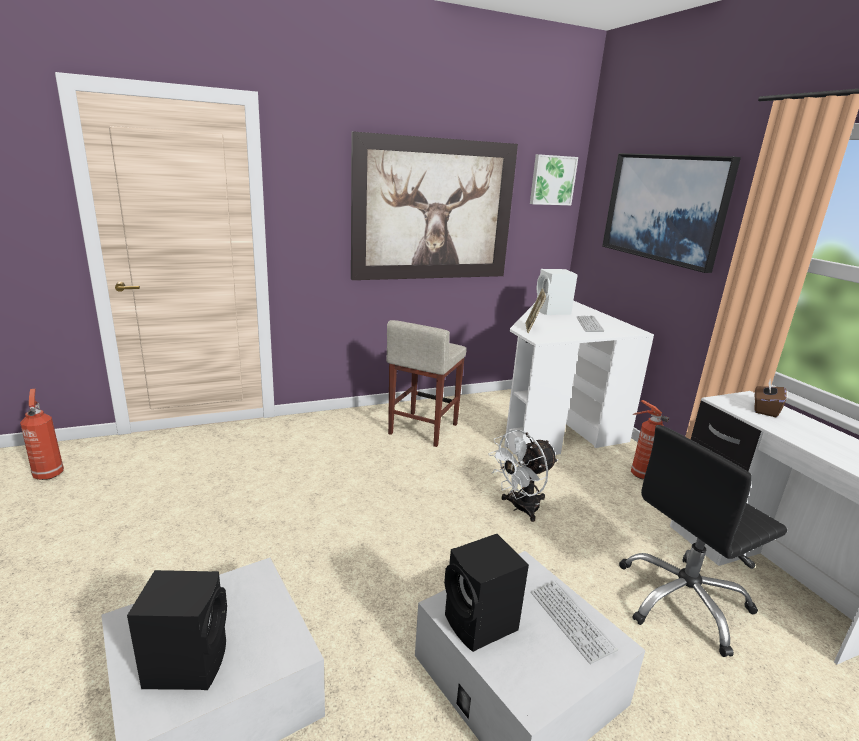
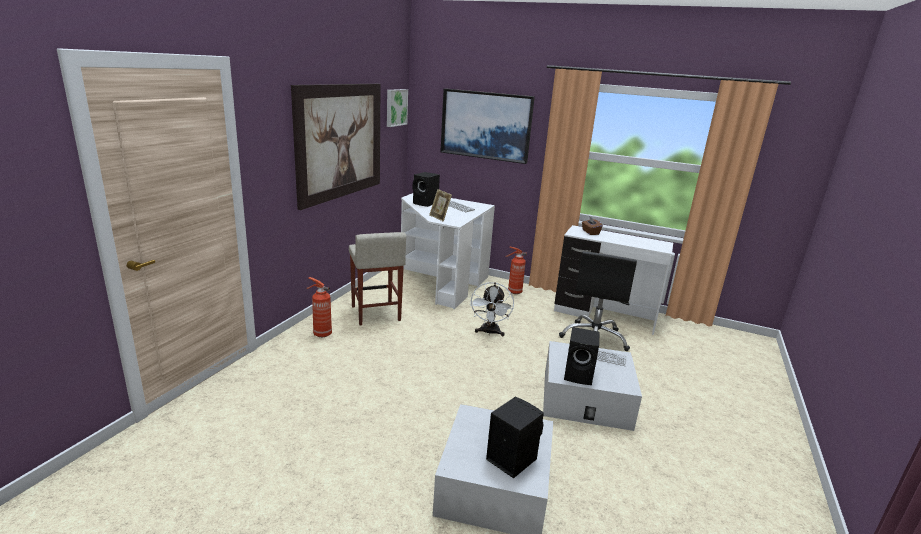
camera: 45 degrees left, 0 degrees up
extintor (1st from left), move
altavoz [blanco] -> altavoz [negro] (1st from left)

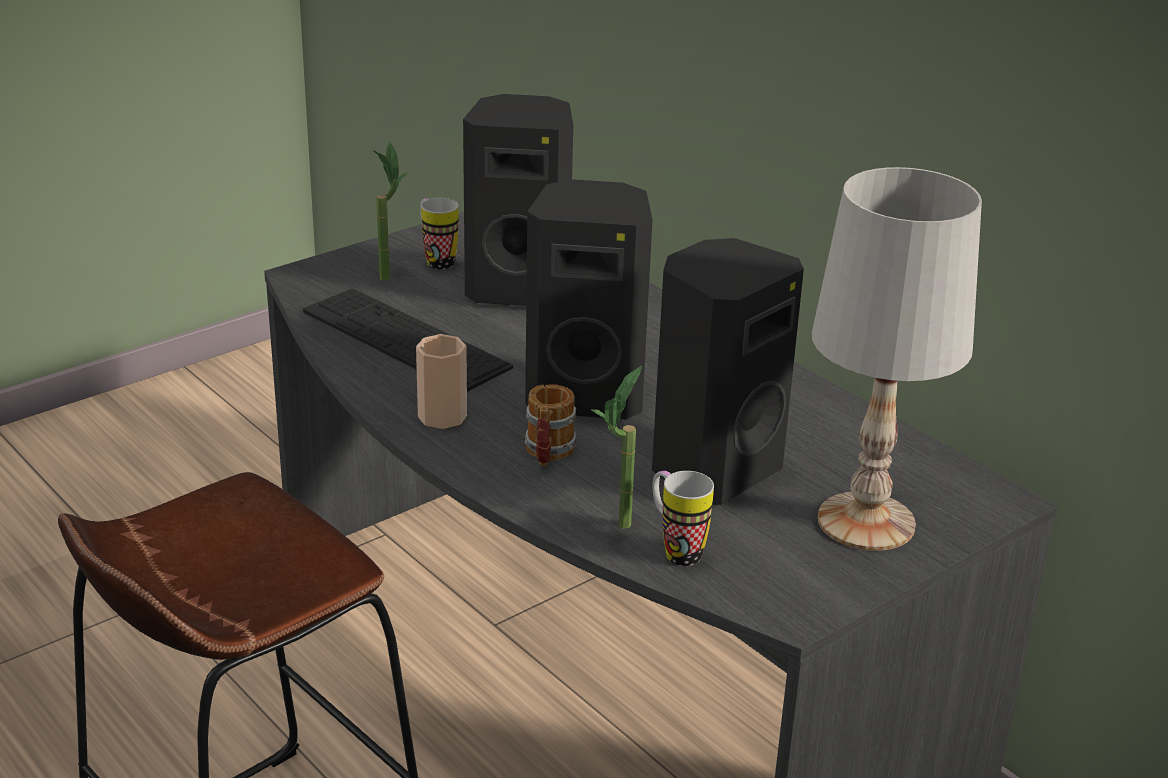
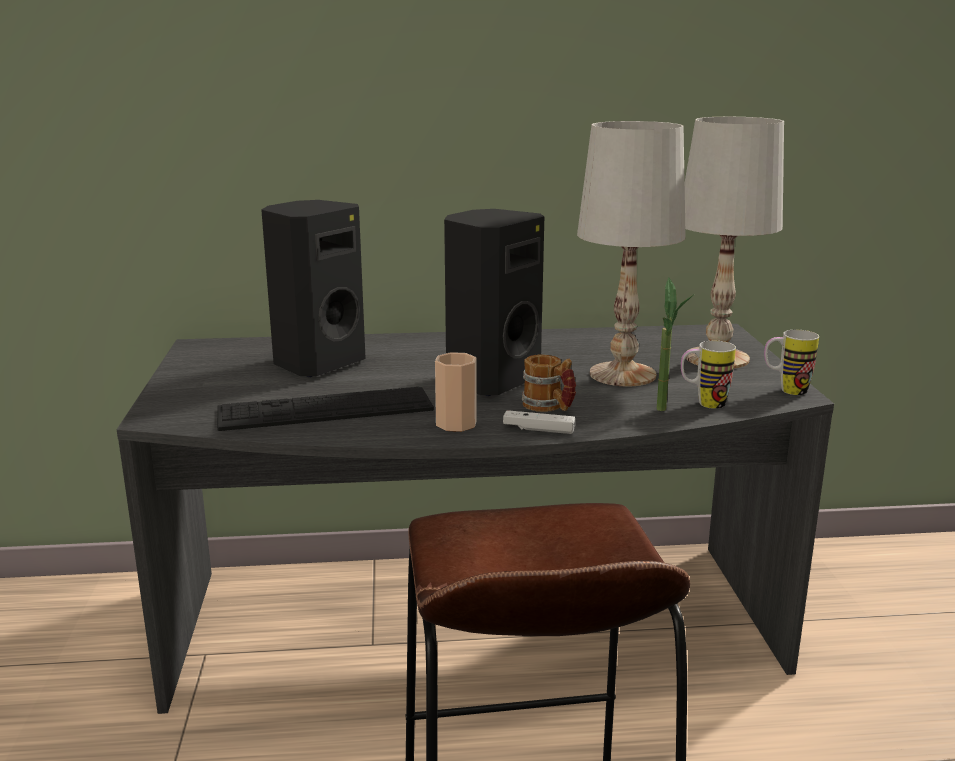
camera: 55 degrees left, 10 degrees down
none -> mando de consola [blanco]
altavoz [negro] (3rd from left) -> lámpara de mesa [blanco] (1st from left)
taza grande (1st from left in the first image) -> taza grande (3rd from left), move
planta en maceta (1st from left) -> none

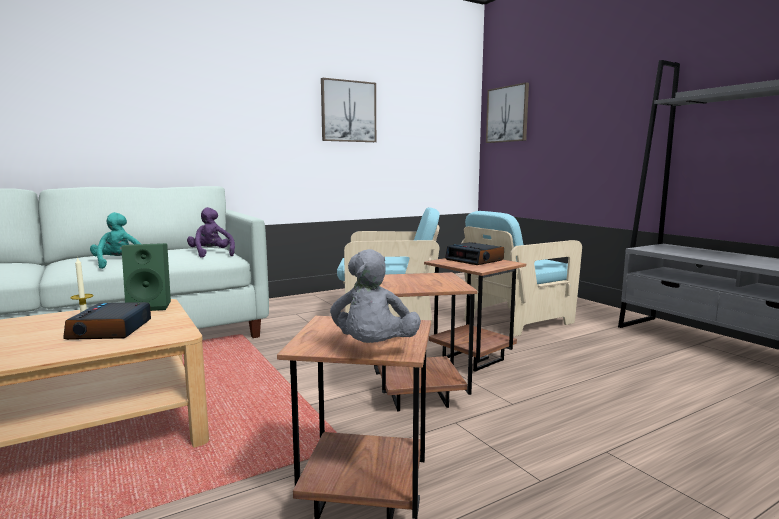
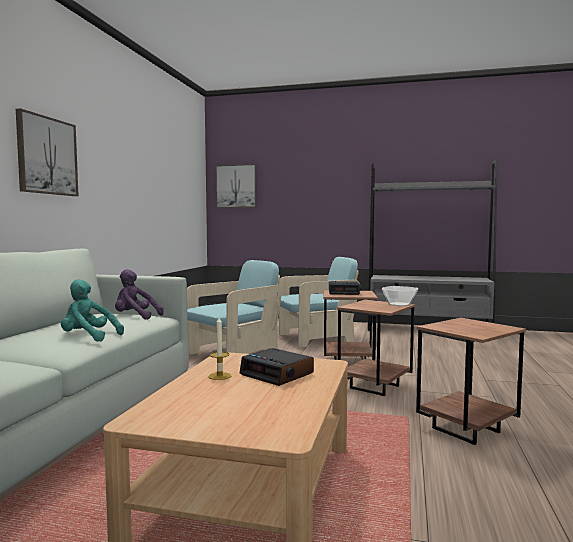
camera: 45 degrees left, 5 degrees down
cuadro (1st from left), move
sillón [turquesa] (2nd from left), 120 degrees counterclockwise
none -> cuenco
altavoz [verde] -> none
peluche [gris] -> none

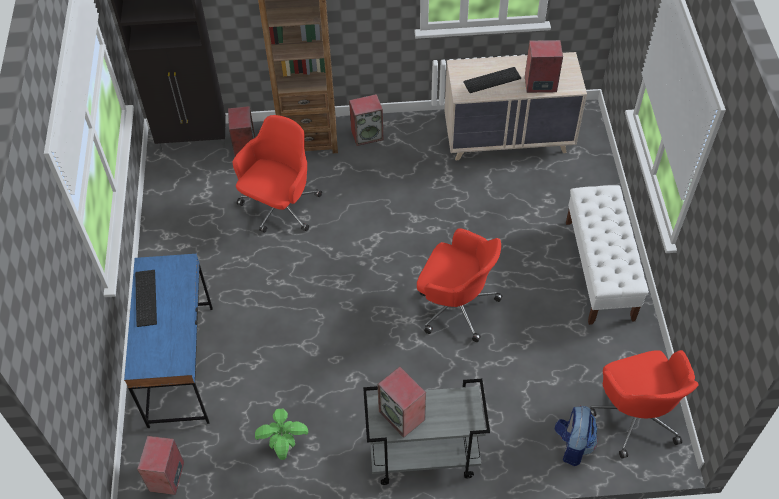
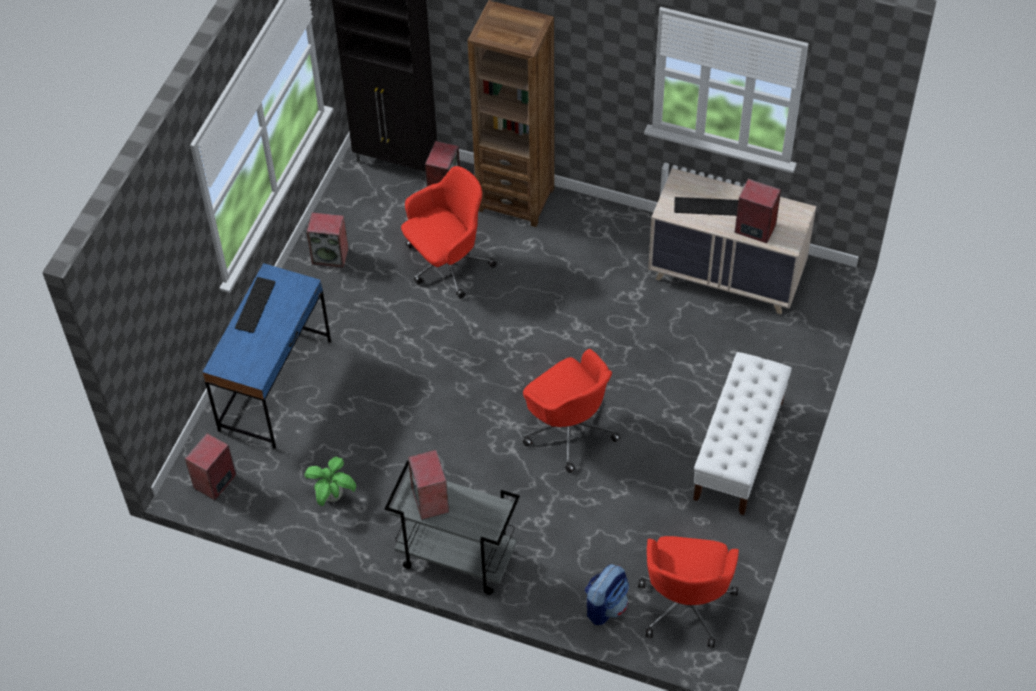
camera: 25 degrees right, 0 degrees up
altavoz (3rd from left in the first image) -> altavoz (2nd from left), move

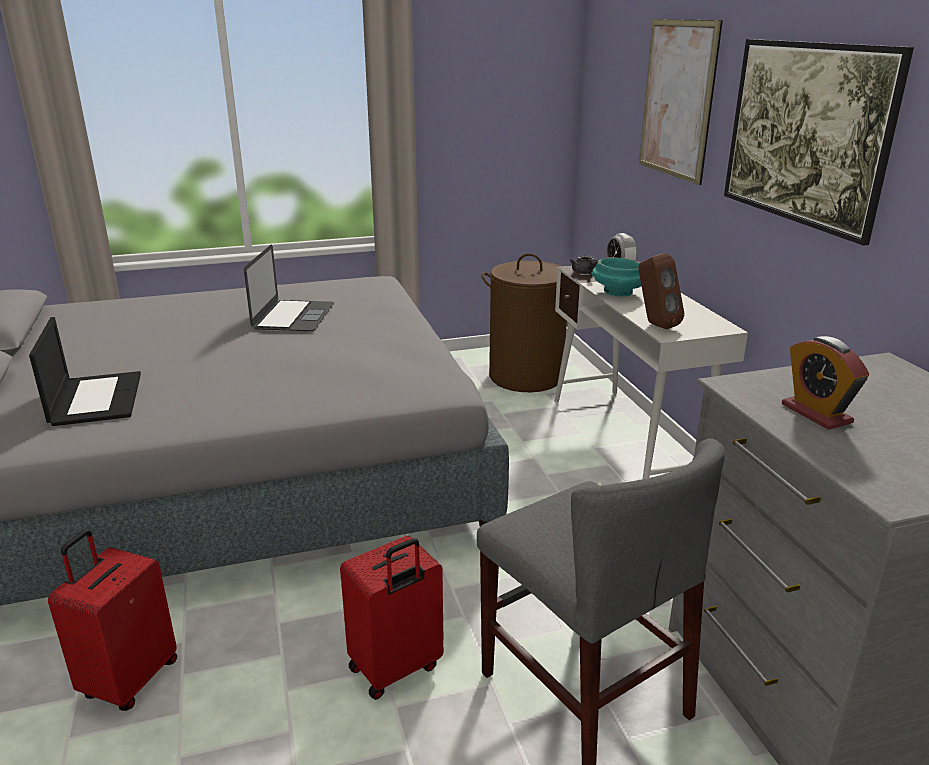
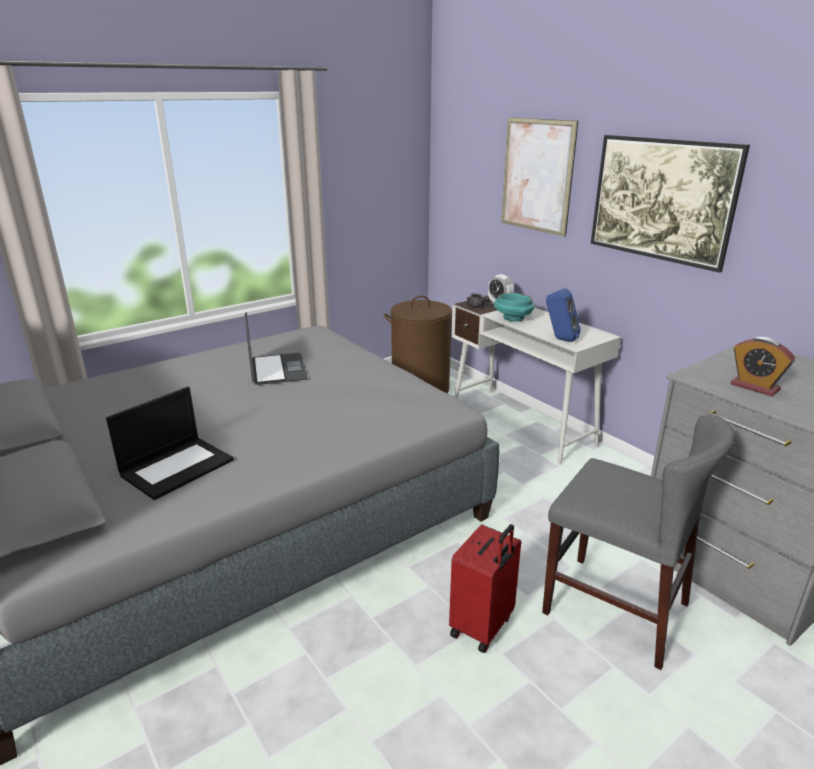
camera: 20 degrees left, 0 degrees up
portátil (1st from left), 75 degrees clockwise
altavoz [marrón] -> altavoz [azul]
maleta [rojo] (1st from left) -> none

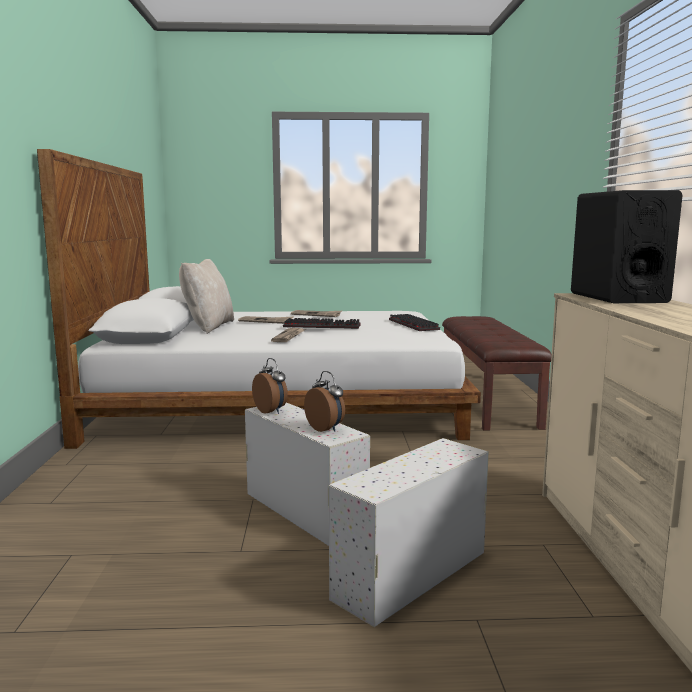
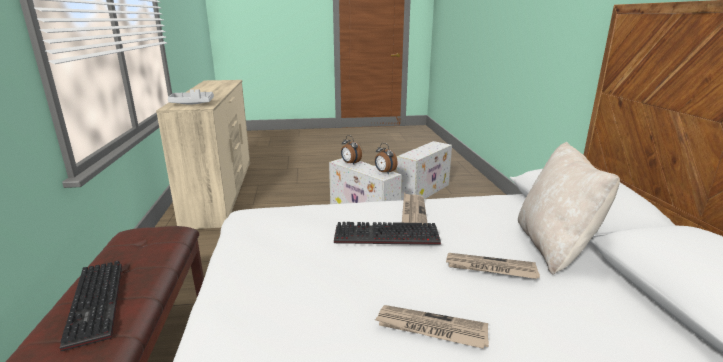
camera: 175 degrees right, 10 degrees up
teclado (2nd from left in the first image) -> teclado (1st from left), move
altavoz [negro] -> bandeja [gris]
caja de almacenaje [blanco] (2nd from left), move

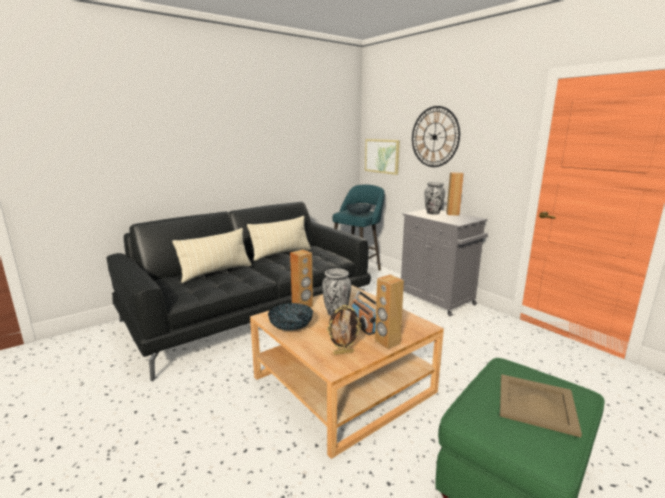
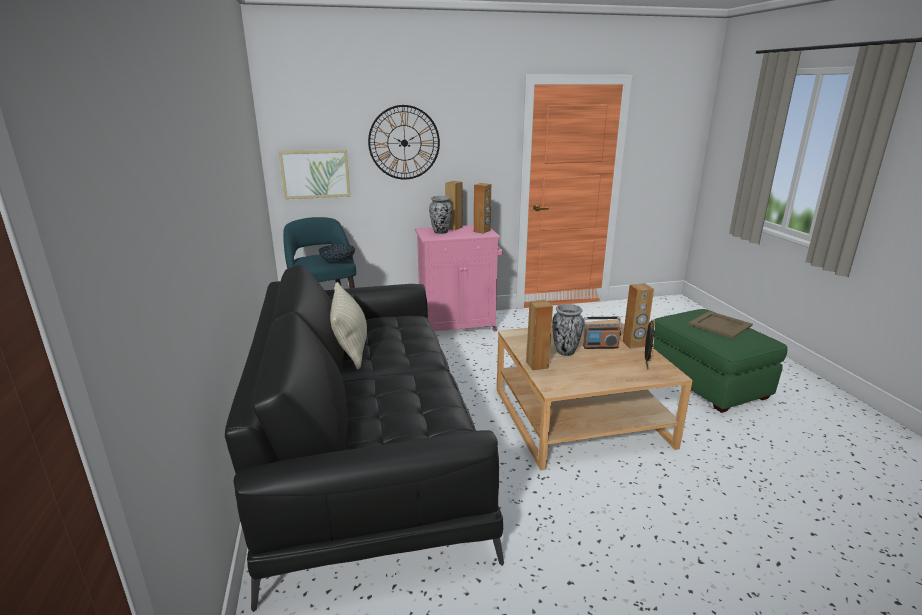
camera: 65 degrees left, 5 degrees up
armario [gris] -> armario [rosa]
none -> altavoz [marrón] (2nd from left)
cojín [beis] (1st from left) -> none
cuenco (1st from left) -> none

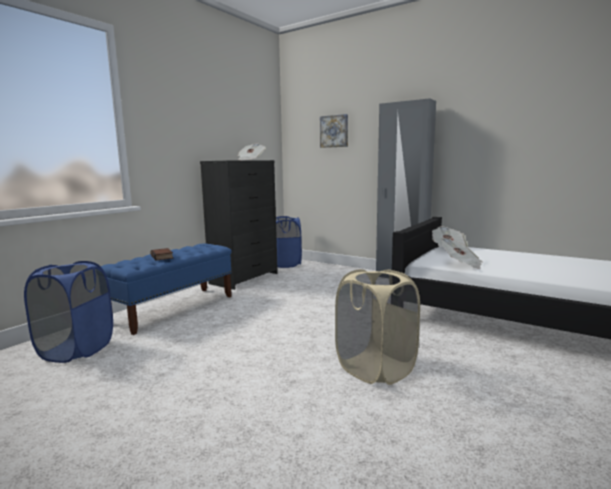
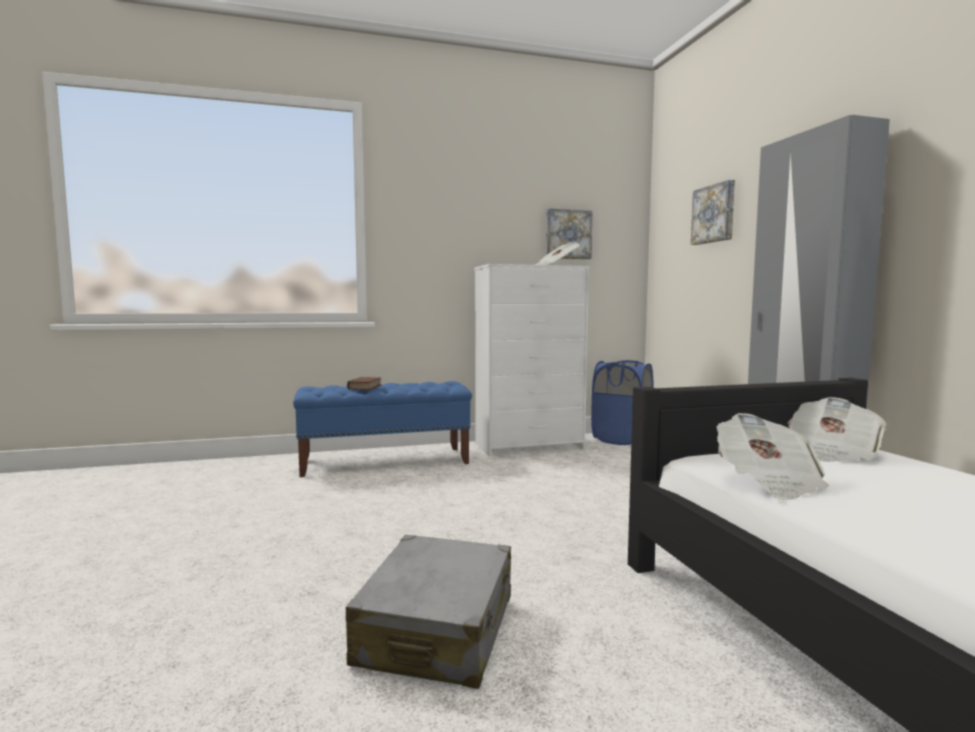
camera: 40 degrees right, 5 degrees down
cesto de la ropa [beis] -> maleta [gris]
cómoda [negro] -> cómoda [blanco]
none -> cuadro (1st from left)
cesto de la ropa [azul] (1st from left) -> none

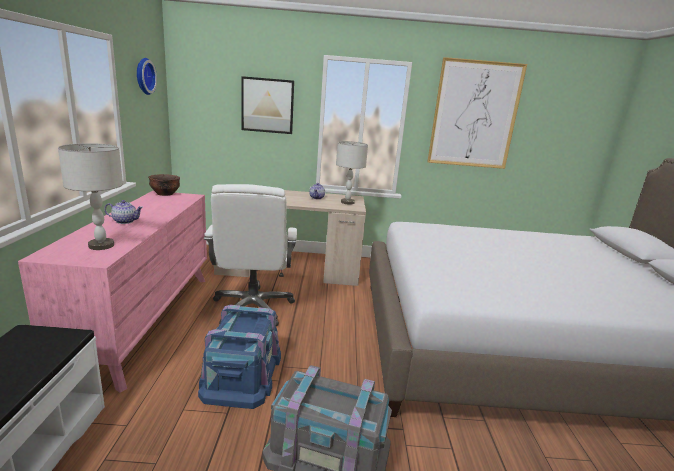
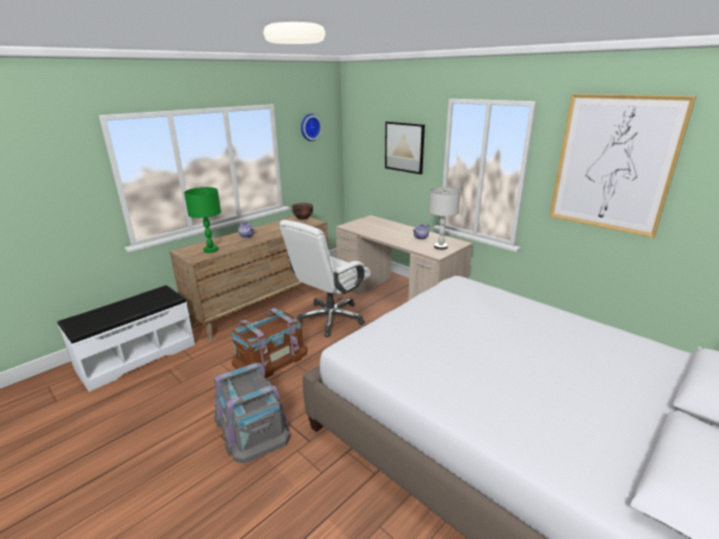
camera: 45 degrees right, 5 degrees up
cómoda [rosa] -> cómoda [marrón]
lámpara de mesa [gris] (1st from left) -> lámpara de mesa [verde]
caja de almacenaje [azul] -> caja de almacenaje [marrón]

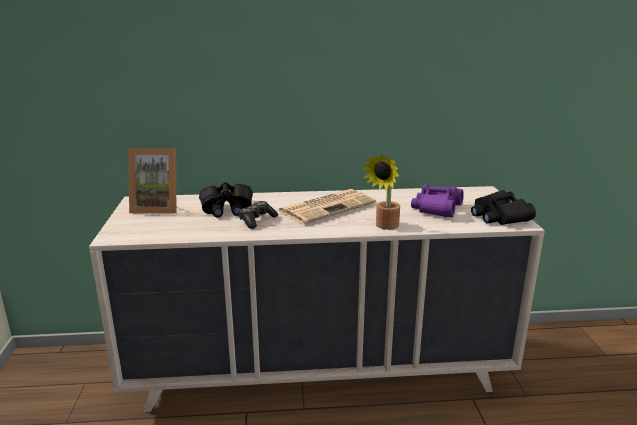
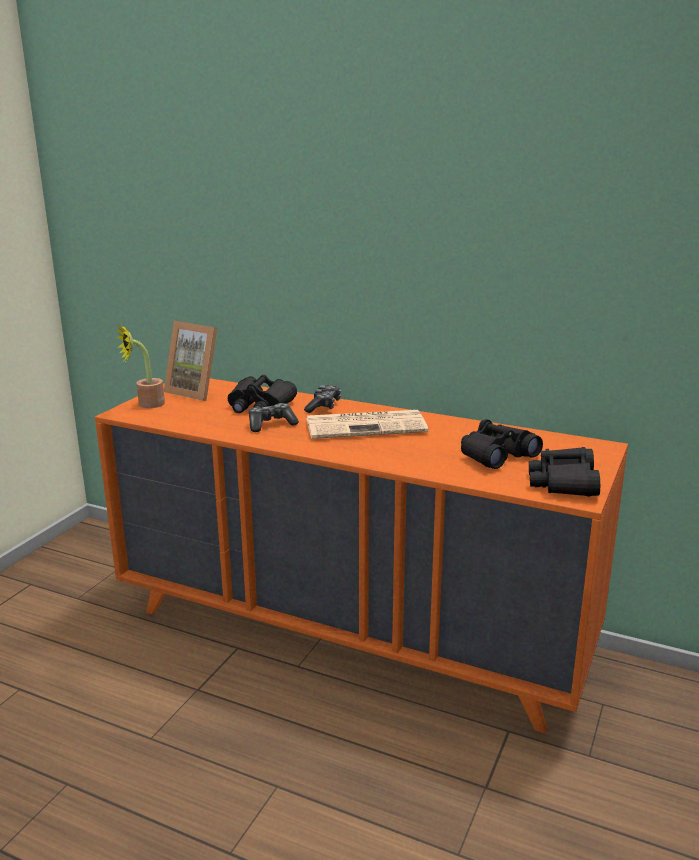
camera: 30 degrees right, 0 degrees up
cómoda [beis] -> cómoda [naranja]
planta en maceta, move
none -> mando de consola (2nd from left)
prismáticos [morado] -> prismáticos [negro] (2nd from left)

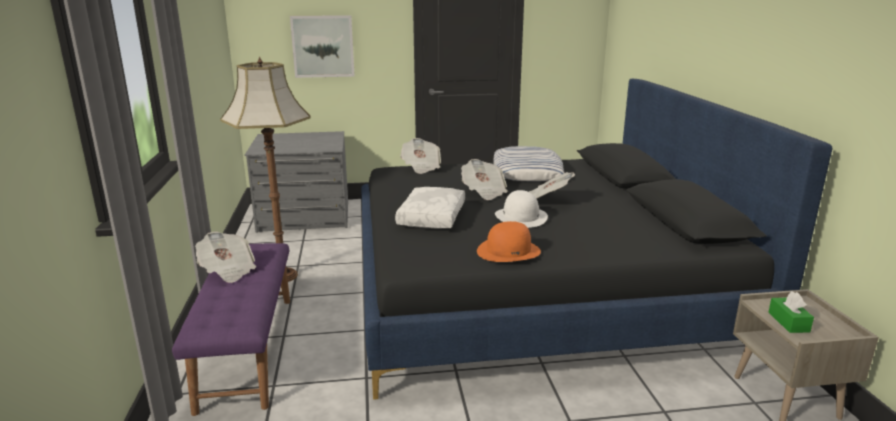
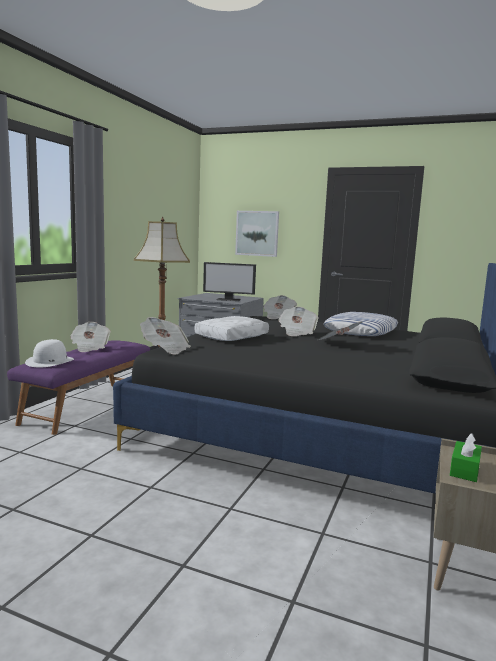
camera: 30 degrees right, 10 degrees down
sombrero [blanco], move
none -> periódico (2nd from left)
none -> monitor
sombrero [naranja] -> none

